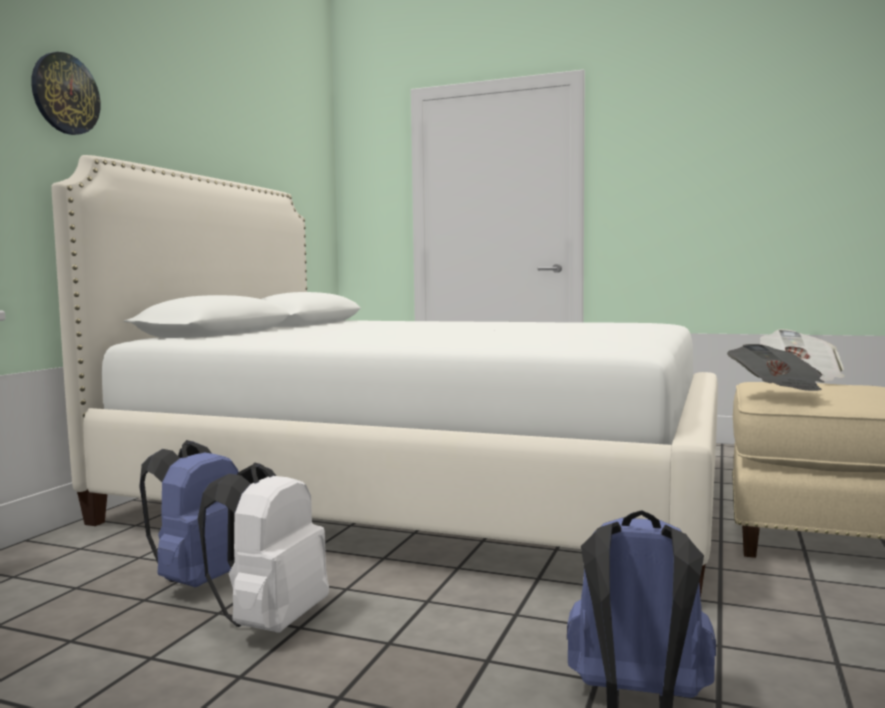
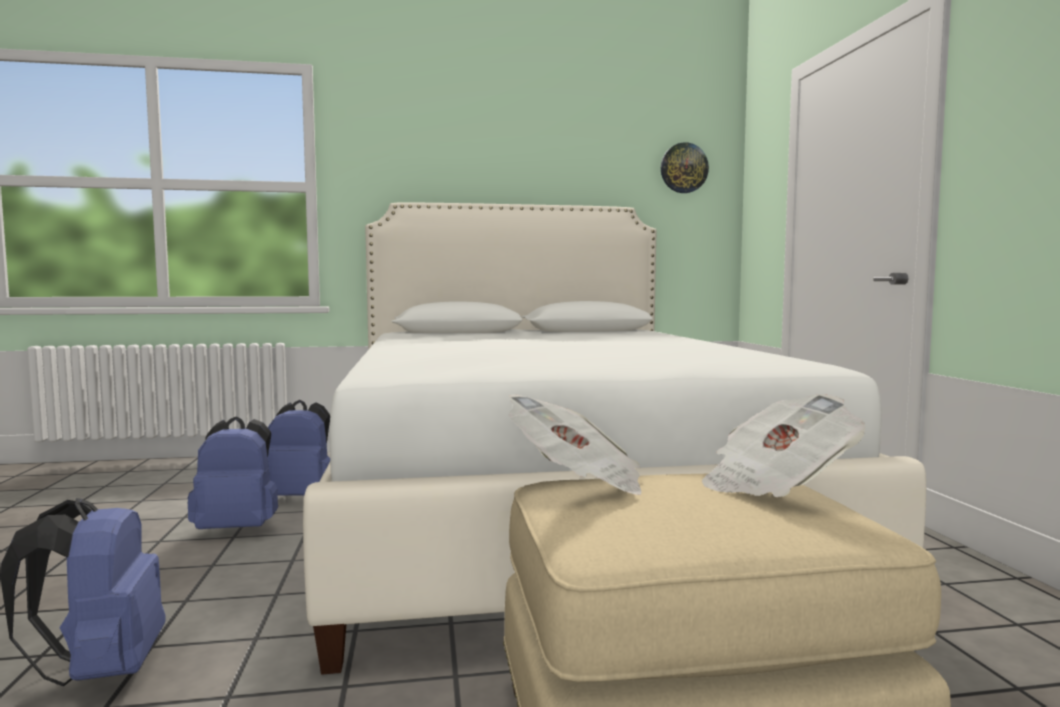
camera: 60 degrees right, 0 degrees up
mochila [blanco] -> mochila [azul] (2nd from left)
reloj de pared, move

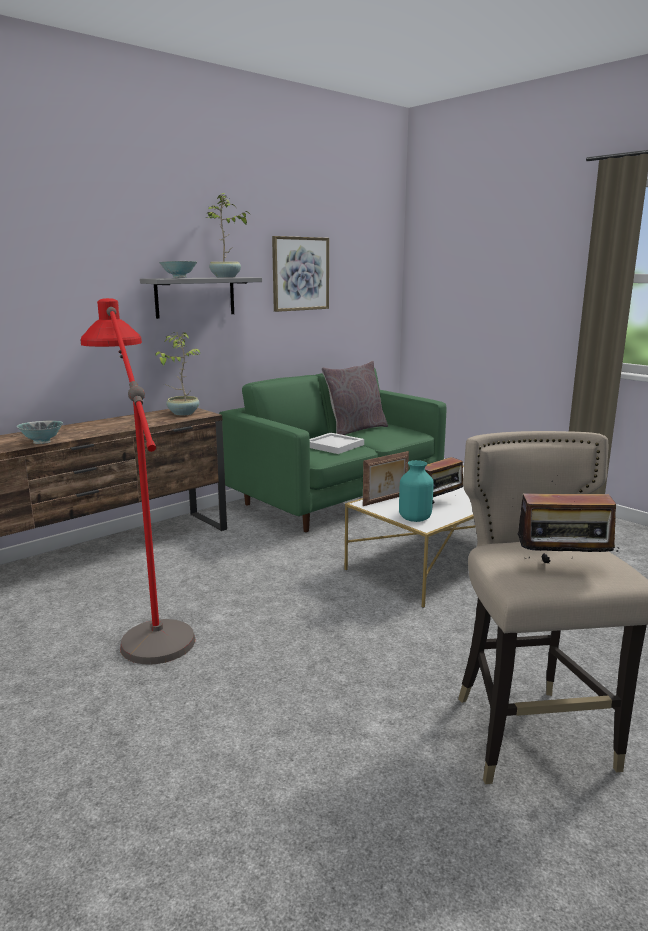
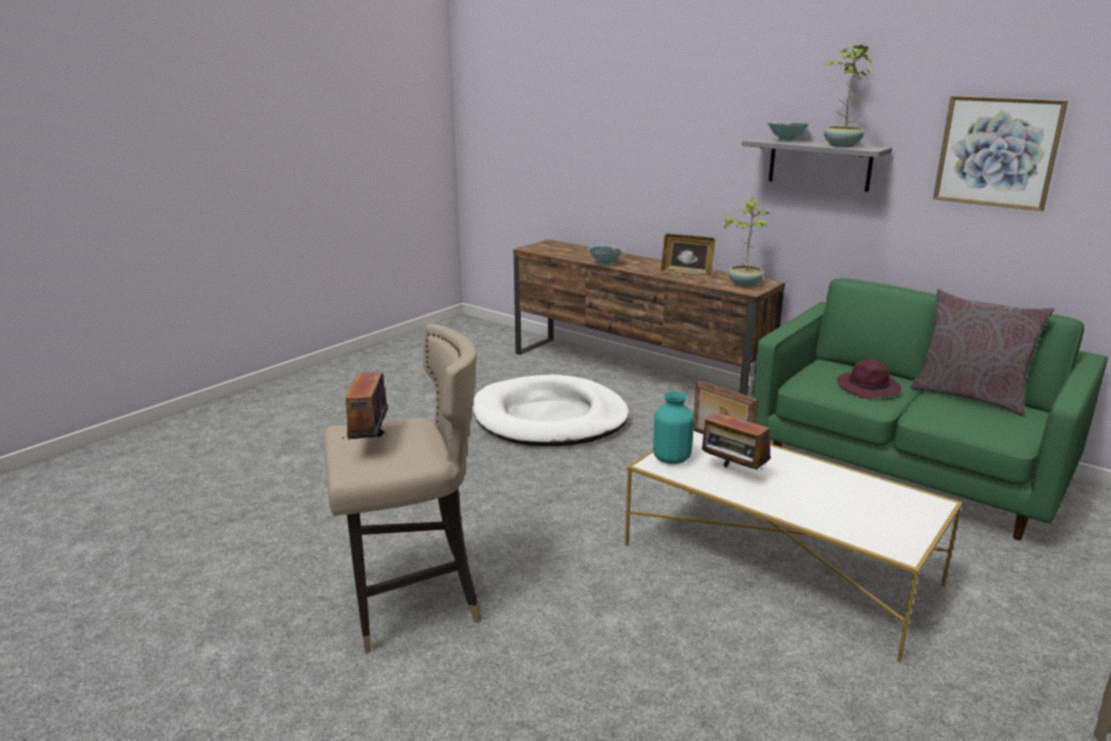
camera: 80 degrees right, 5 degrees up
lámpara de pie [rojo] -> cama para perro [blanco]
none -> portarretratos (1st from left)
bandeja [blanco] -> sombrero [morado]

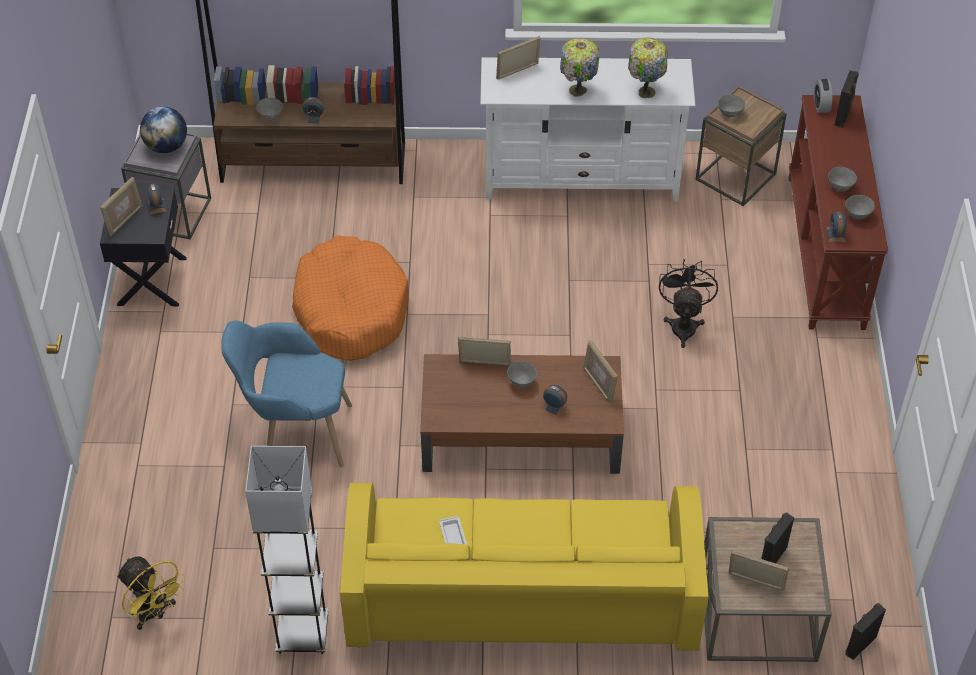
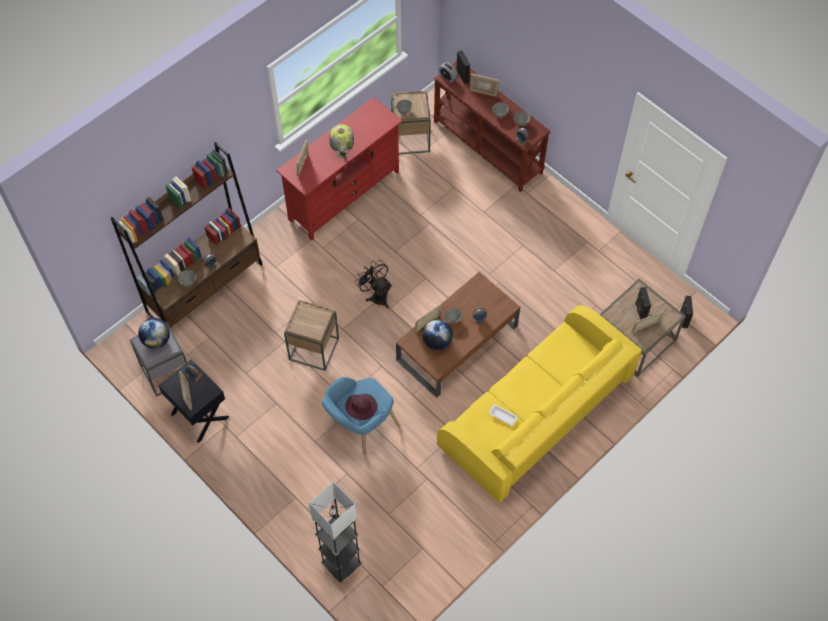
camera: 45 degrees left, 10 degrees up
mueble de televisión [blanco] -> mueble de televisión [rojo]
cama para perro [naranja] -> mesa auxiliar [marrón] (1st from left)
lámpara de pie [gris], move
none -> sombrero [morado]
ventilador [negro], move
none -> globo terráqueo (2nd from left)
portarretratos (4th from left), move
ventilador [amarillo] -> none
lámpara de mesa (2nd from left) -> none

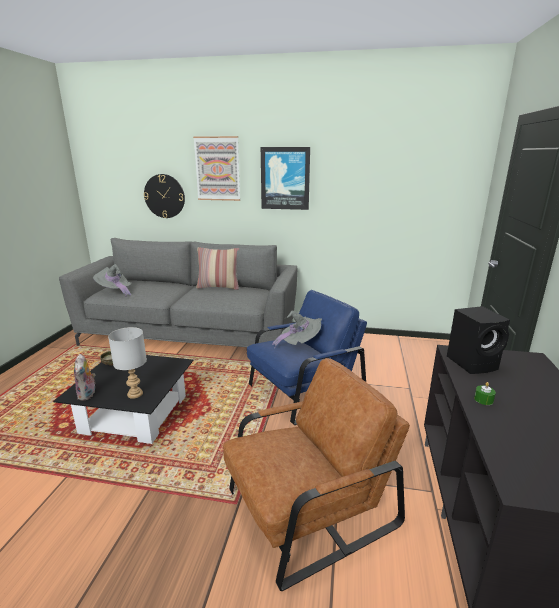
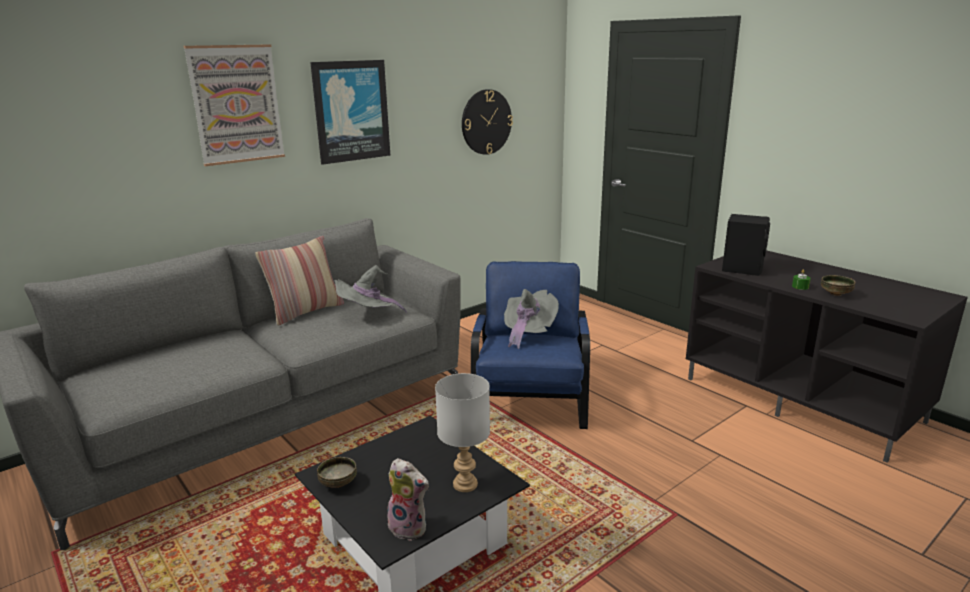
camera: 50 degrees left, 0 degrees up
sombrero [gris] (1st from left), move
reloj de pared, move
none -> cuenco (2nd from left)
sillón [marrón] -> none

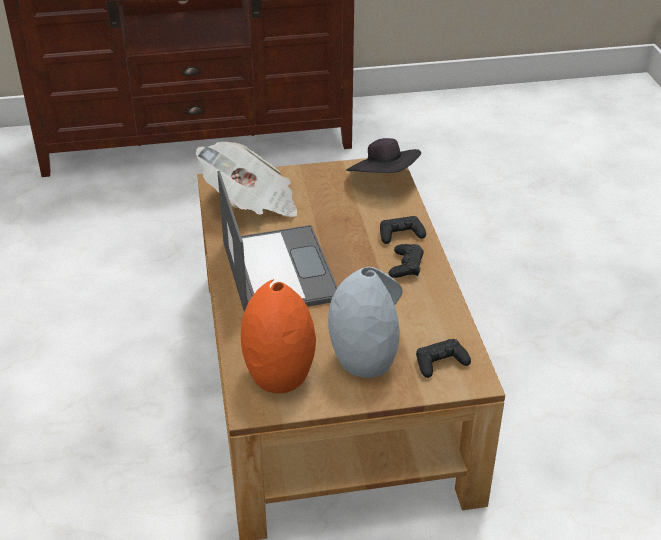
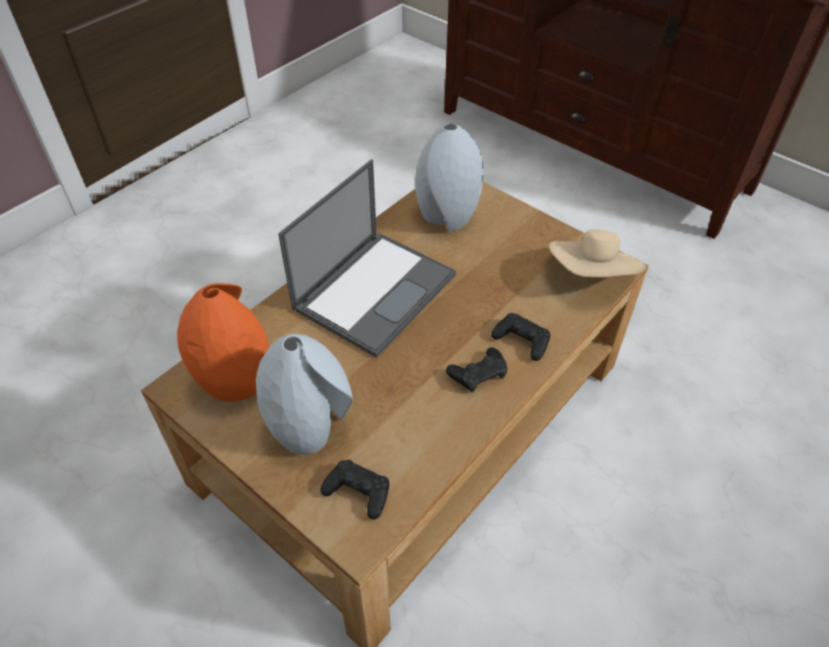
camera: 50 degrees right, 10 degrees up
periódico -> florero [gris] (2nd from left)
sombrero [negro] -> sombrero [beis]

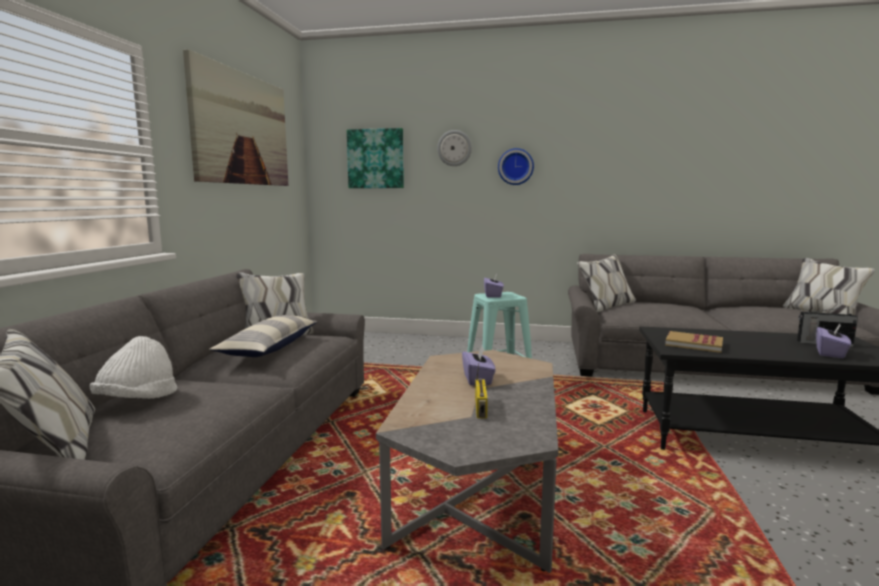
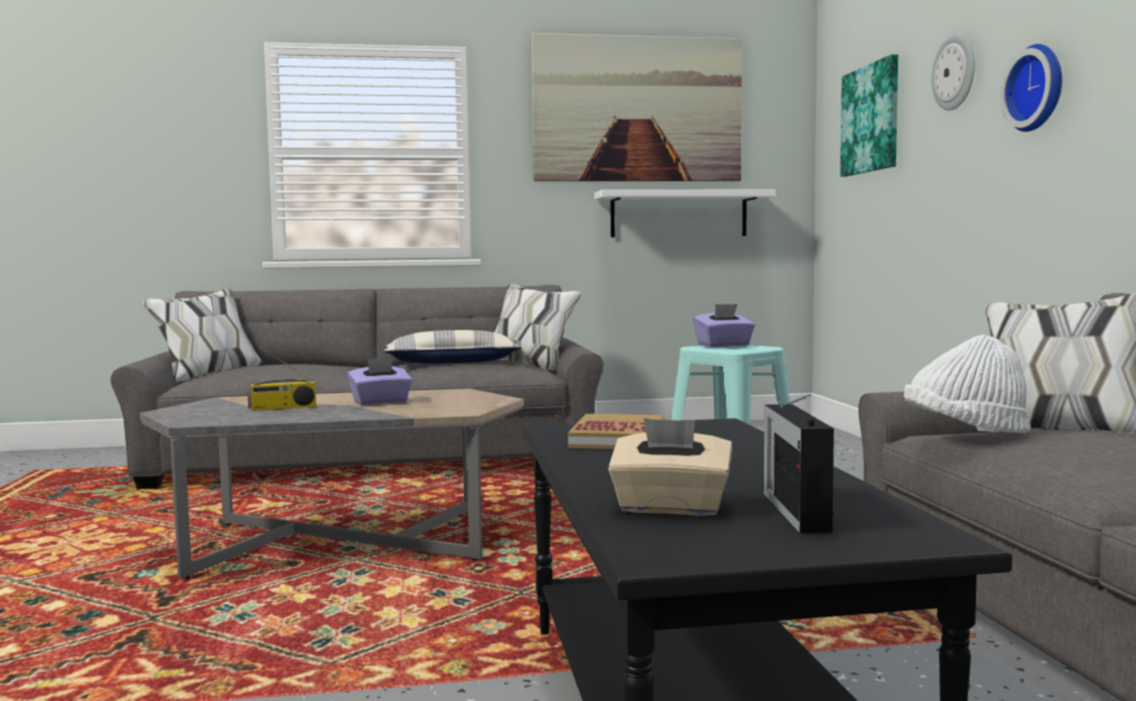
camera: 70 degrees right, 5 degrees down
none -> estante [blanco]
caja de pañuelos [morado] (3rd from left) -> caja de pañuelos [beis]
sombrero [blanco], move

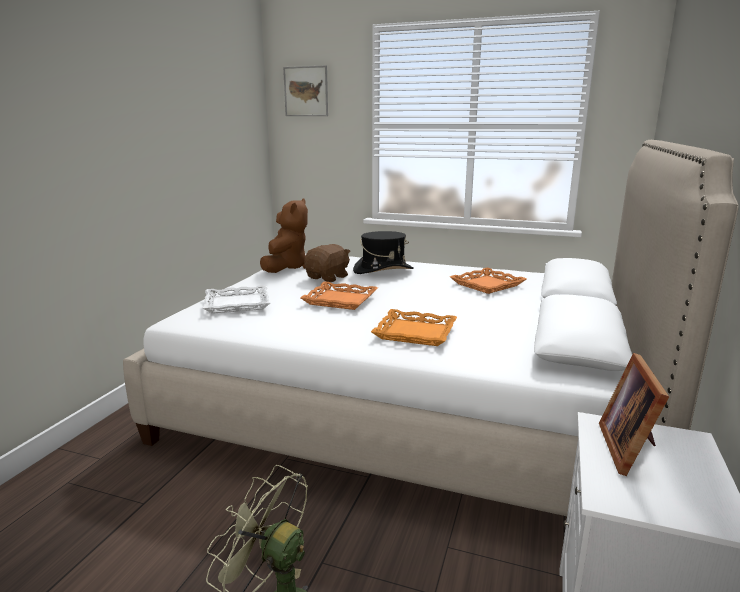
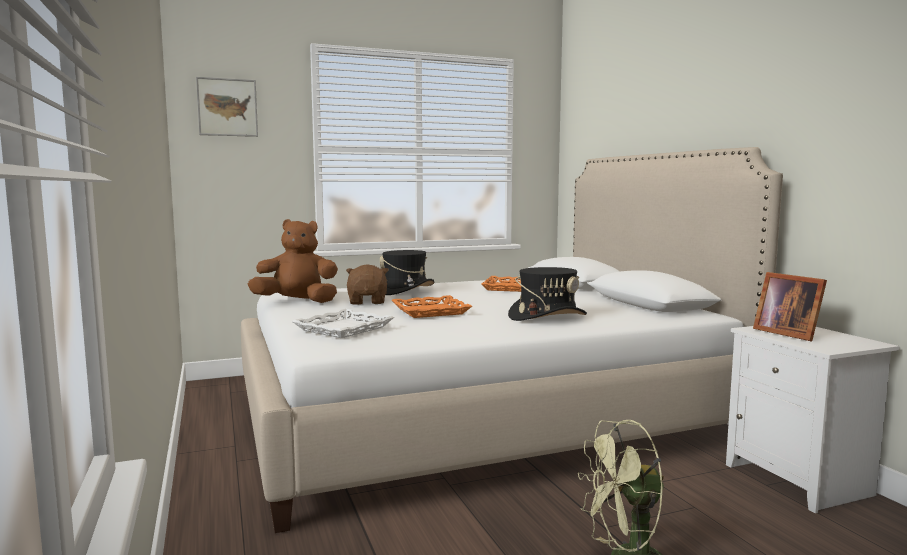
camera: 40 degrees left, 10 degrees down
peluche [marrón] (1st from left), 60 degrees counterclockwise
bandeja [naranja] (2nd from left) -> sombrero [negro] (2nd from left)

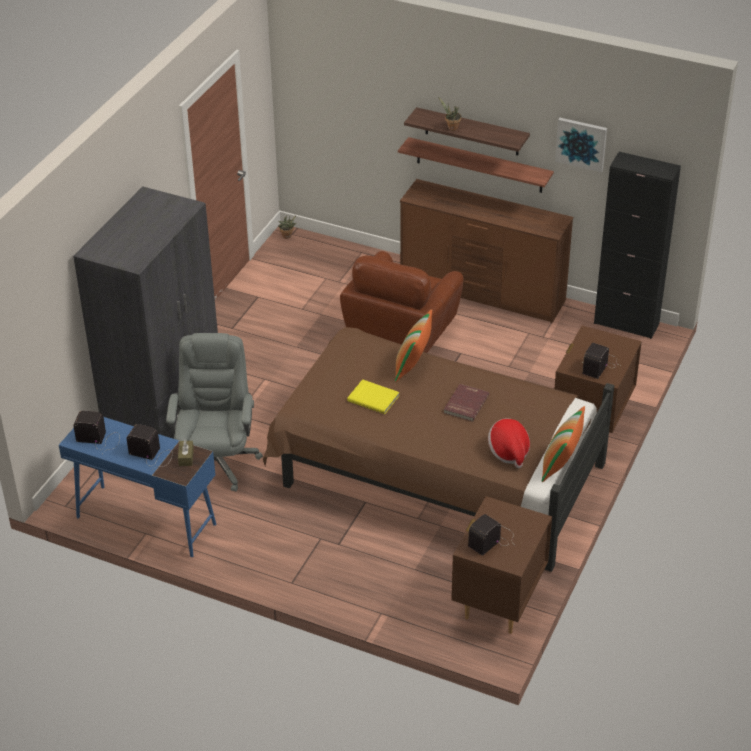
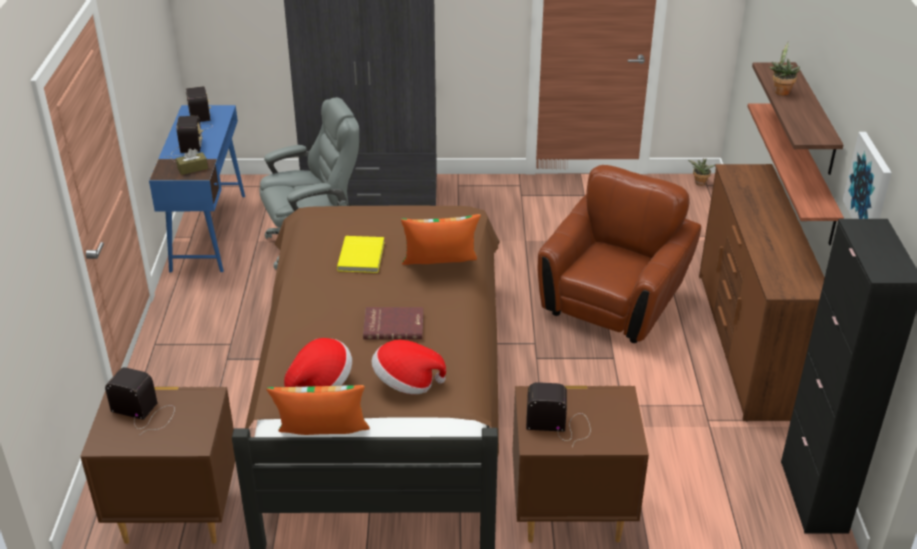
camera: 65 degrees right, 5 degrees down
none -> sombrero (2nd from left)
sillón [marrón], 120 degrees clockwise

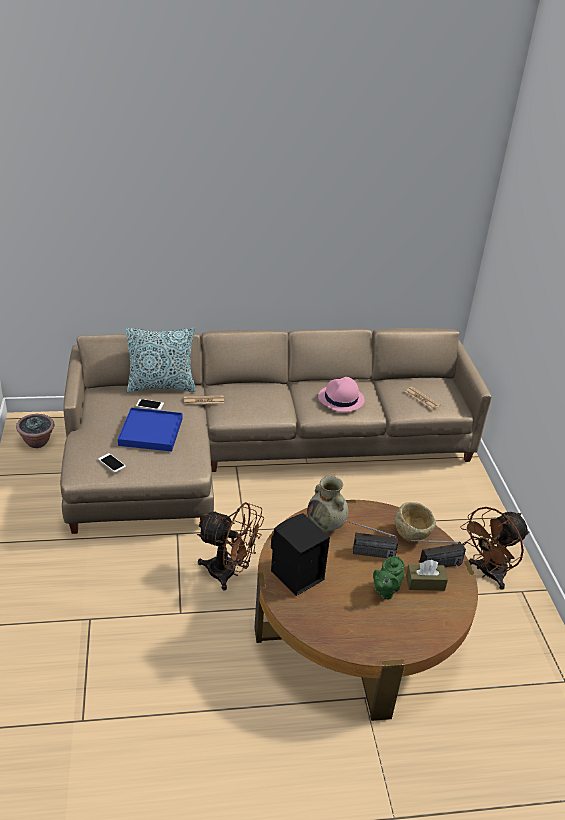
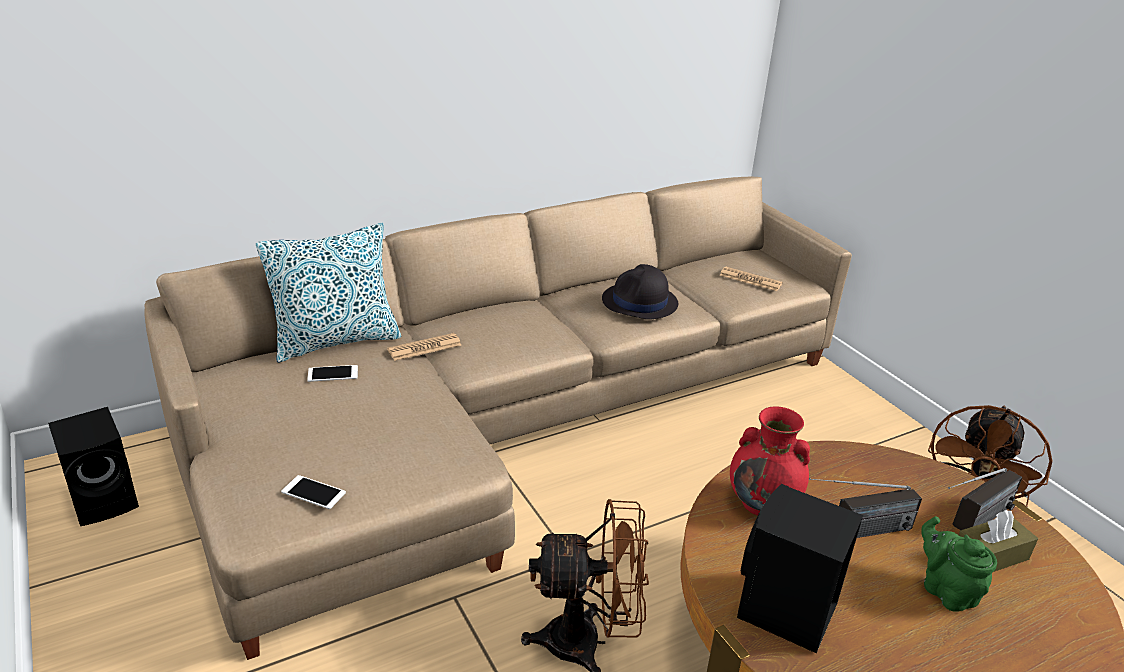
camera: 20 degrees left, 5 degrees down
planta en maceta -> altavoz [negro] (1st from left)
sombrero [rosa] -> sombrero [negro]
florero [beis] -> florero [rojo]
tetera [verde], 135 degrees clockwise
bandeja [azul] -> none
cuenco [beis] -> none

